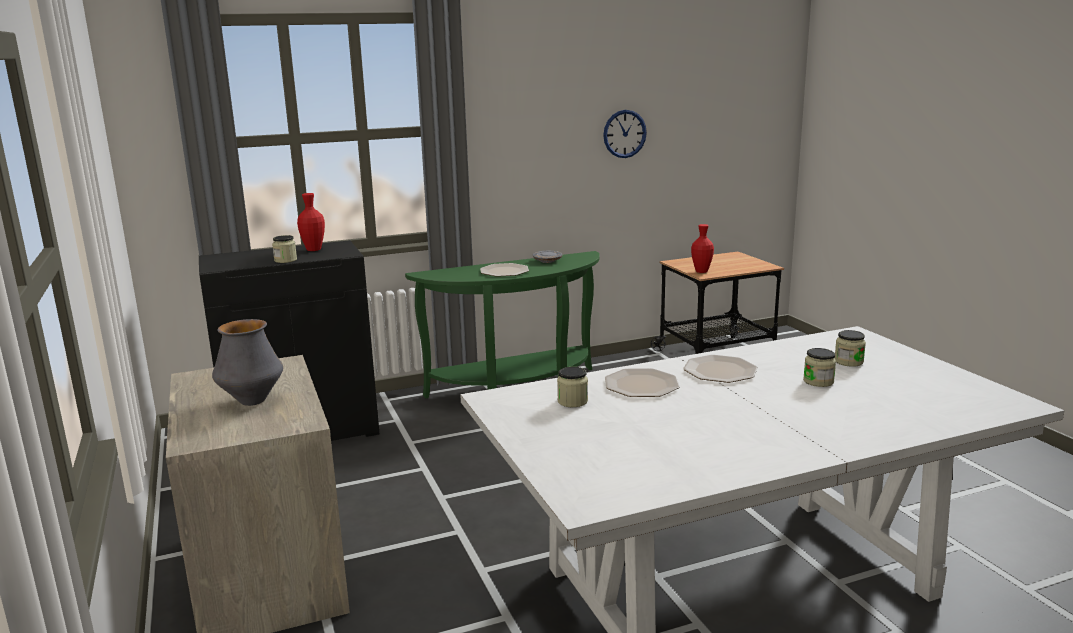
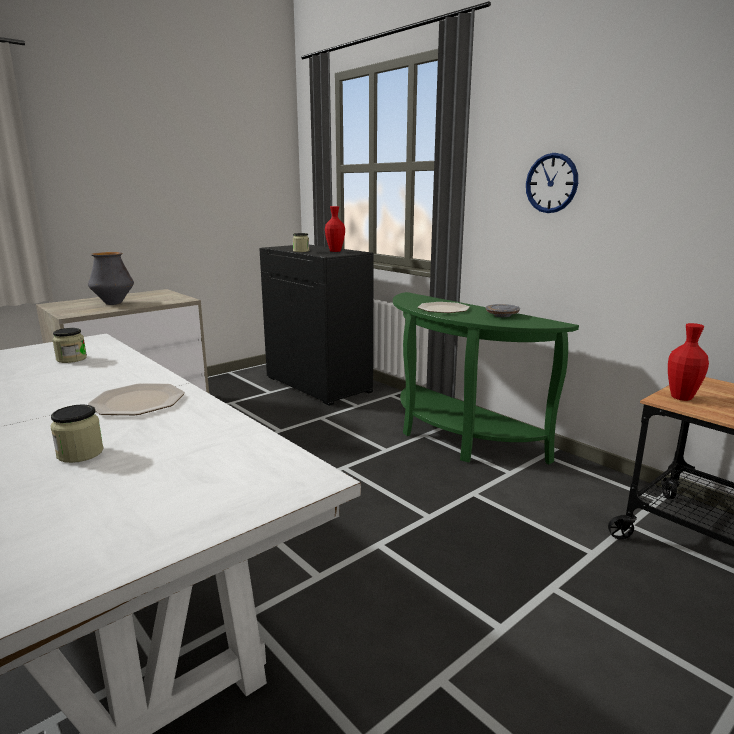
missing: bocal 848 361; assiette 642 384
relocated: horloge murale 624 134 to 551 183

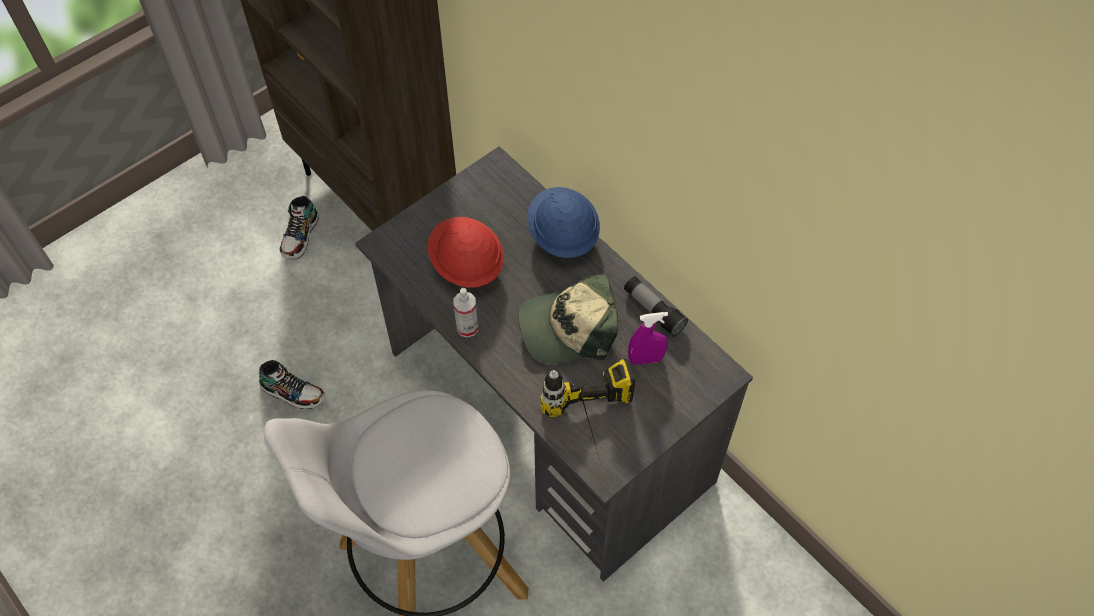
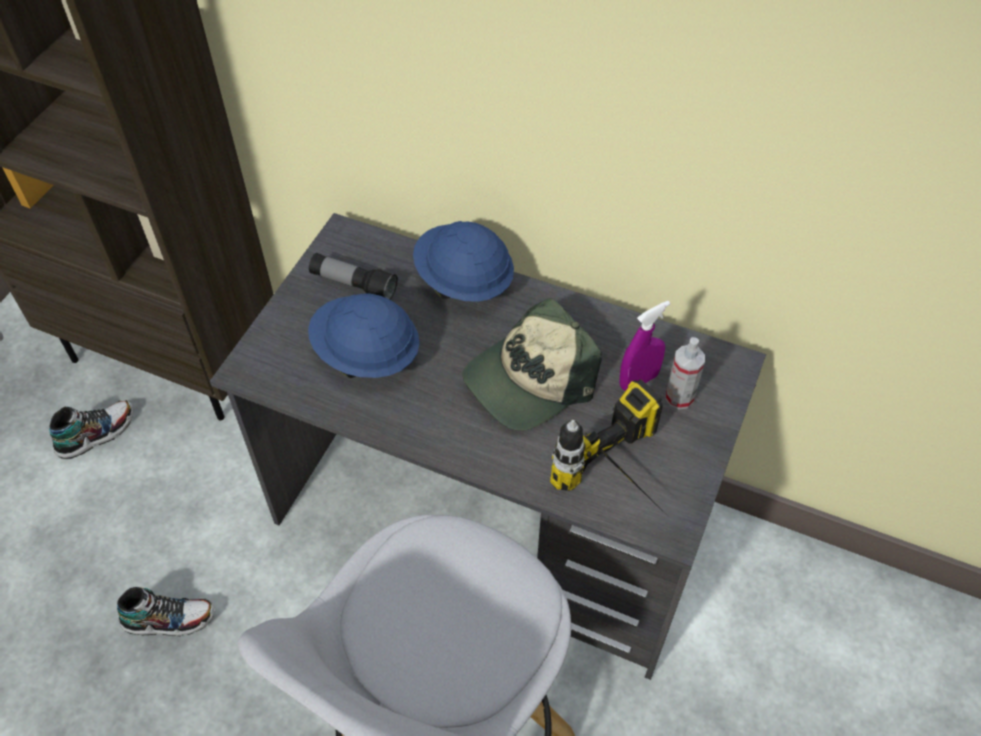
relocated: lampe de poche 653 311 to 353 284; vaporisateur 467 328 to 679 397
colour: casque de chantier [rouge] 466 264 to casque de chantier [bleu] 366 355
spun: chaussure 300 236 = 96 433 120 degrees counterclockwise

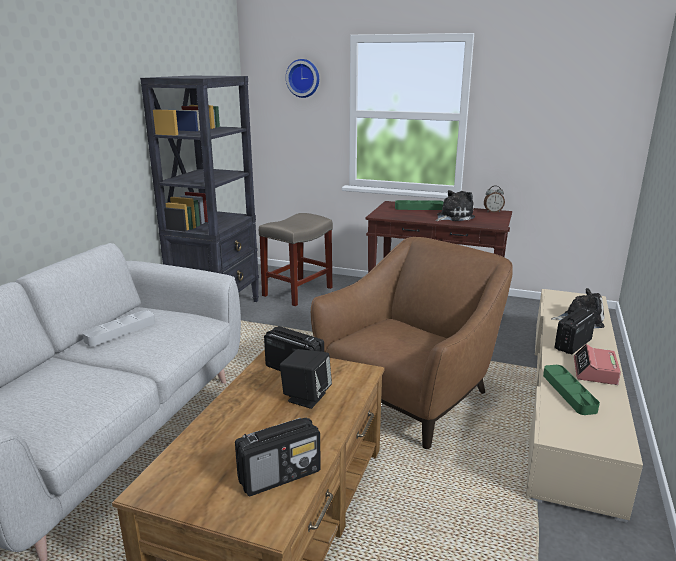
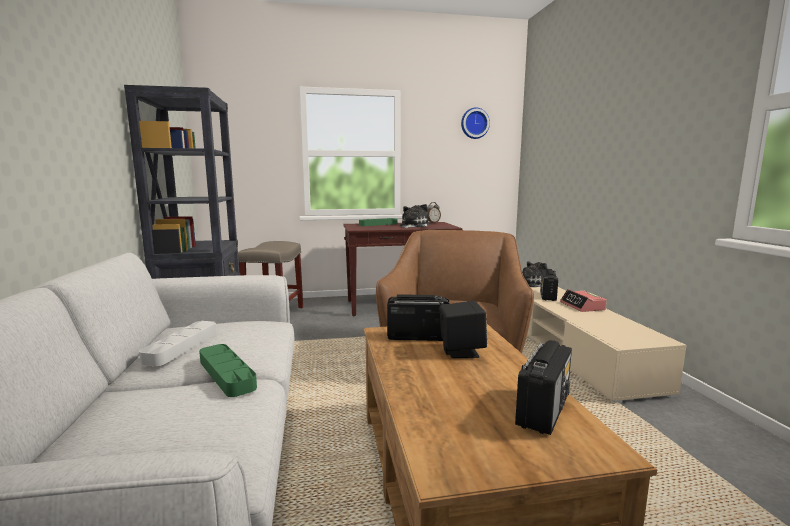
relocated: horloge murale 303 78 to 474 123; plateau [vert] 569 392 to 226 374

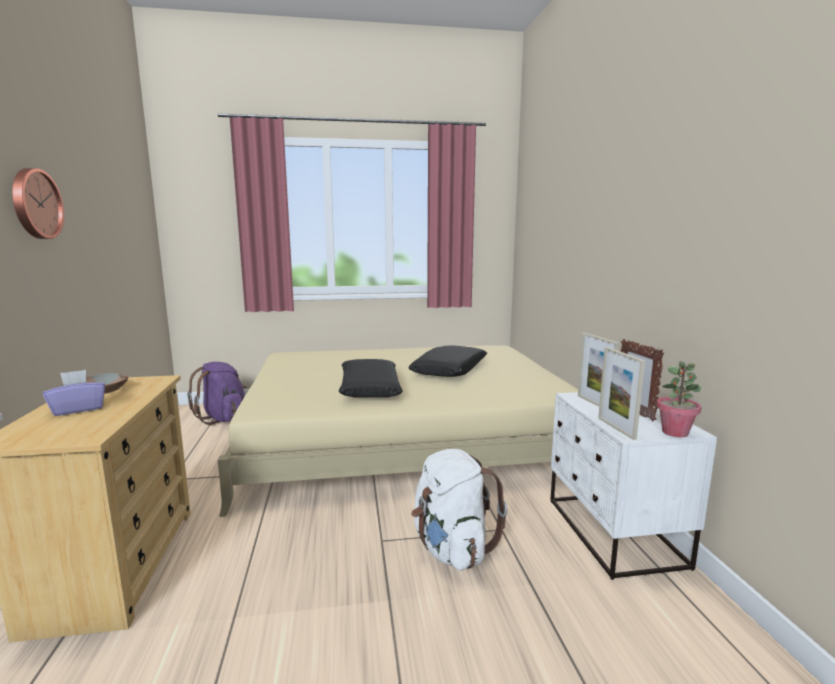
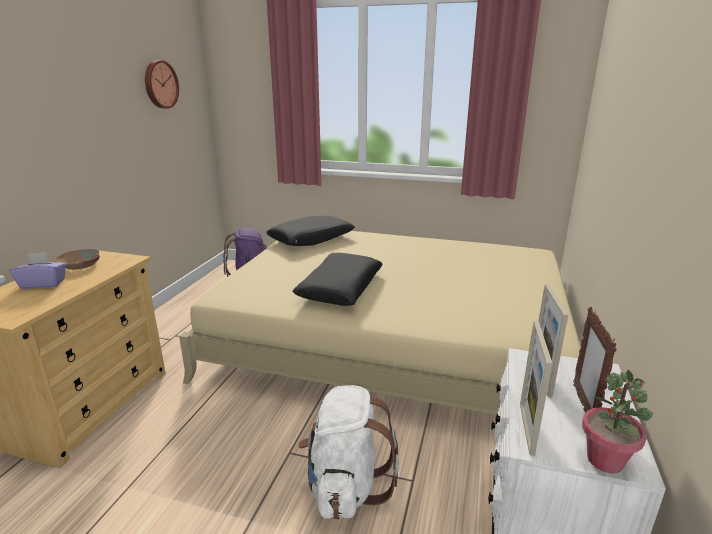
relocated: horloge murale 35 204 to 160 84; coussin [noir] 449 370 to 311 239

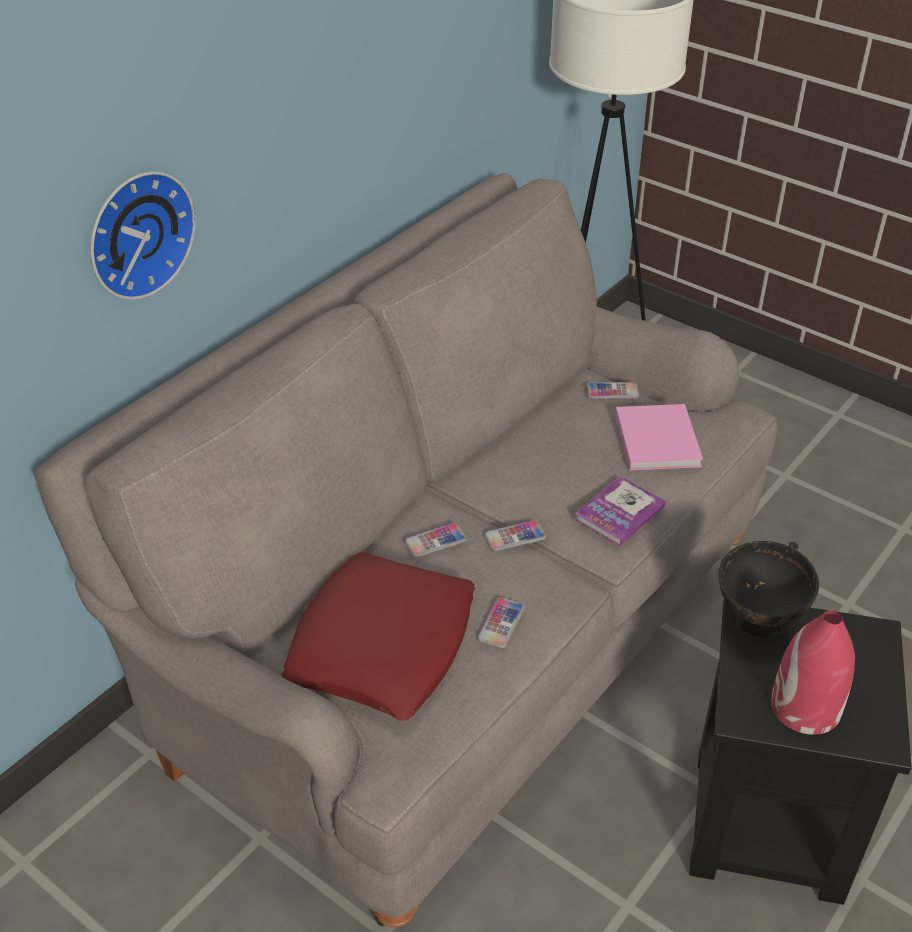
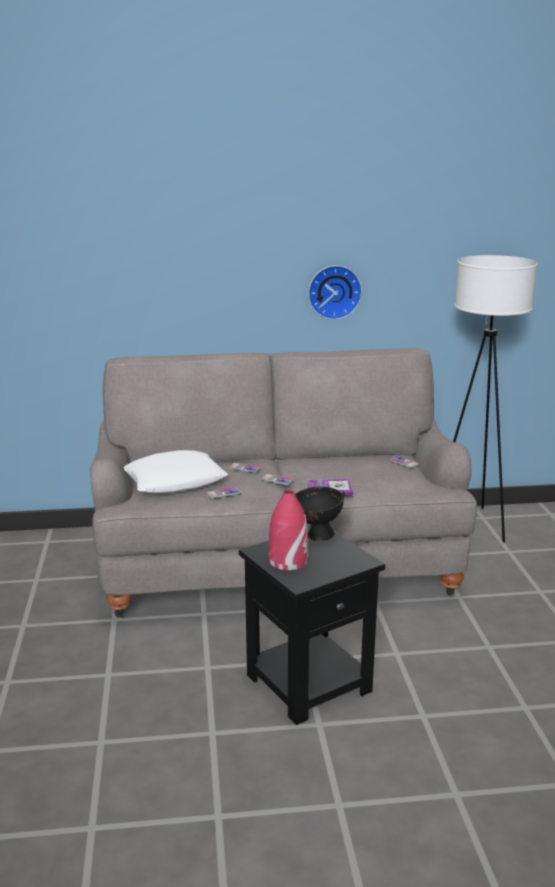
missing: livre [rose] 656 438
relocated: horloge murale 137 232 to 334 291
colour: coussin [rouge] 382 645 to coussin [blanc] 174 481

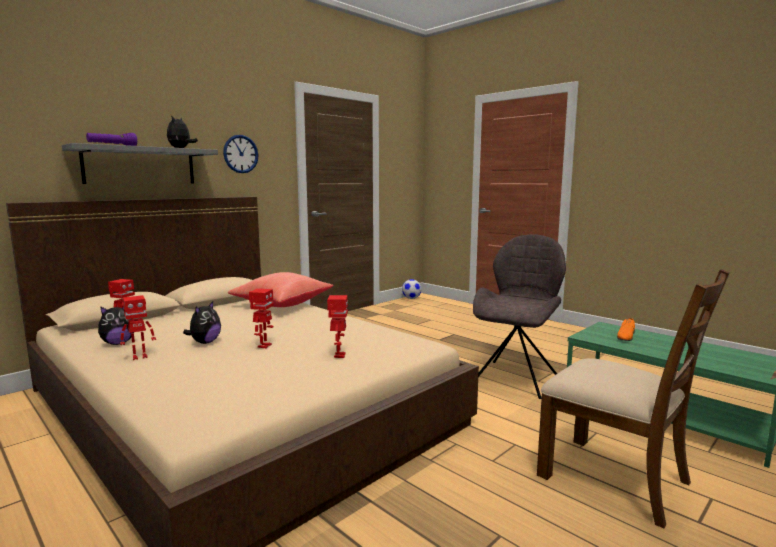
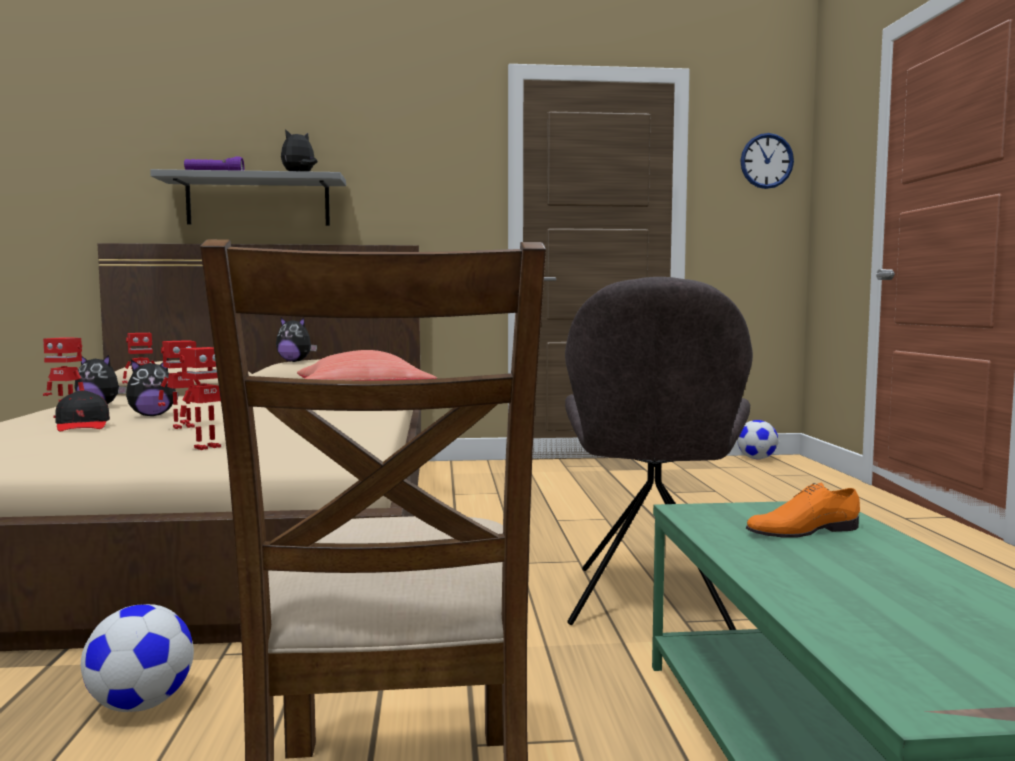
appeared: peluche 295 361; casquette [noir] 83 425; ballon de foot 141 705
relocated: horloge murale 240 154 to 766 161
spun: chaise [gris] 516 378 = 651 604 120 degrees clockwise

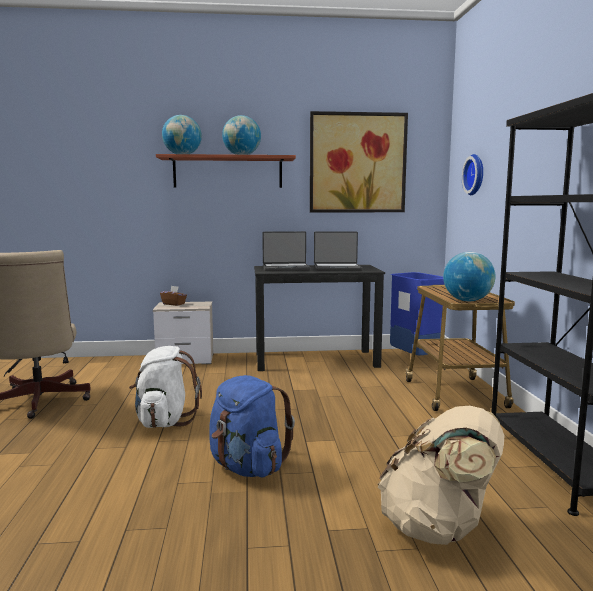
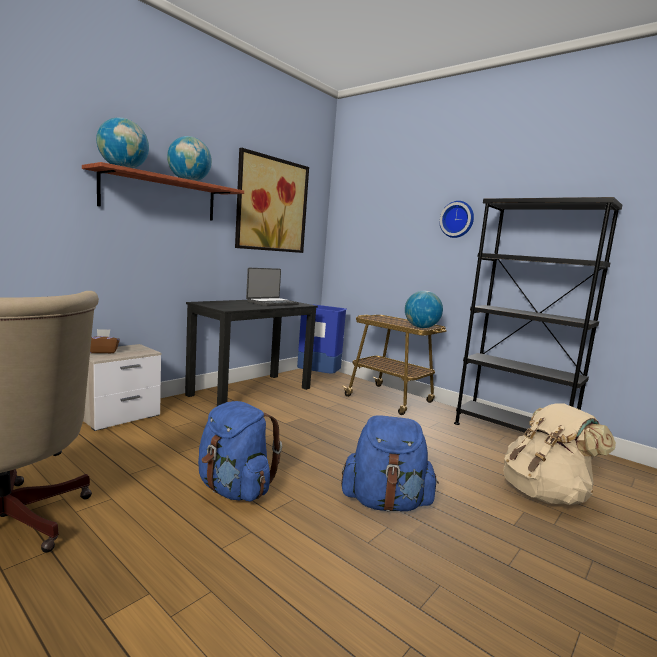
missing: ordinateur portable 286 268
relocated: horloge murale 476 174 to 457 219
colour: sac à dos [blanc] 164 421 to sac à dos [bleu] 234 489

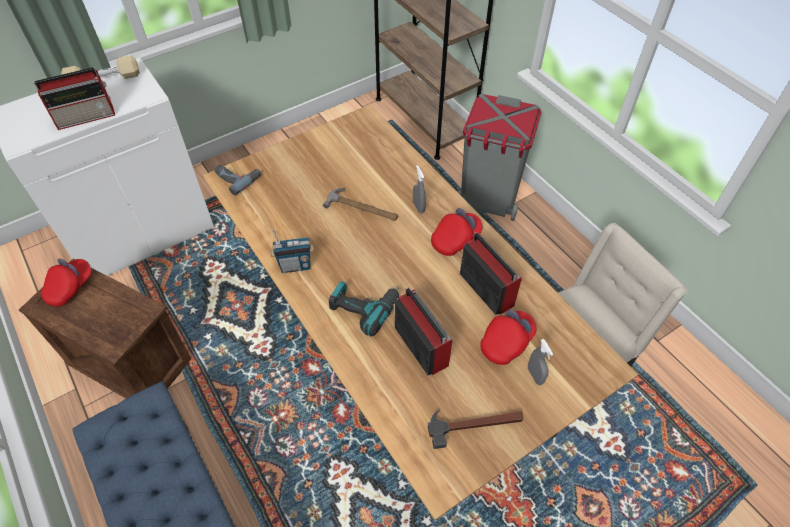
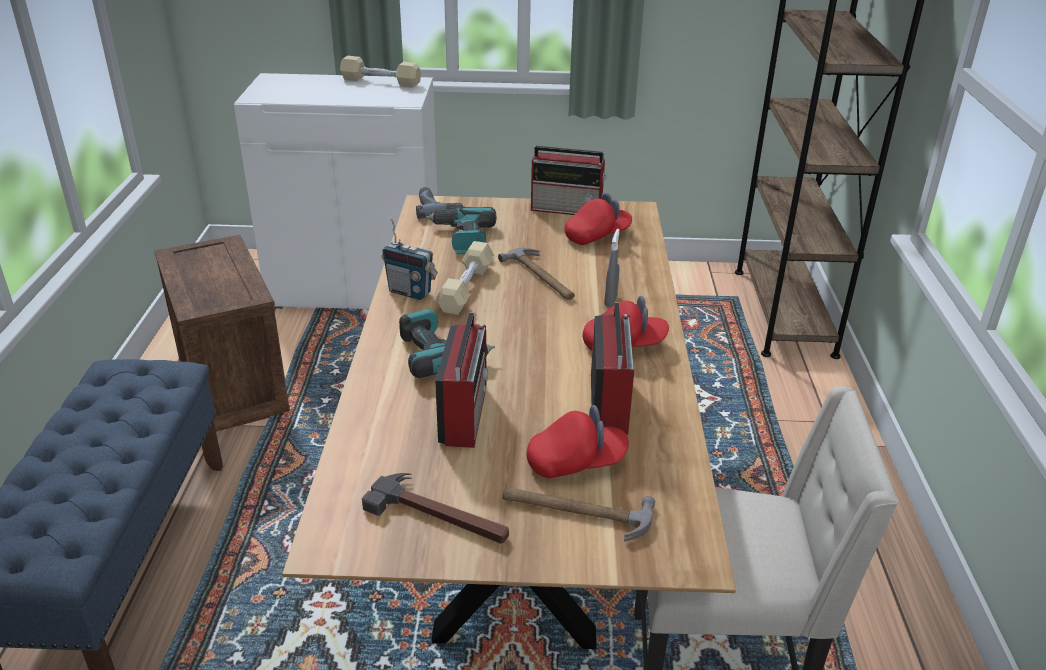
missing: poubelle [gris] 488 200
appeared: perceuse 462 238; haltère [beige] 466 289
relocated: radio 87 116 to 568 209; casquette [rouge] 70 287 to 597 235
exchanged: vaporisateur [gris] 535 375 to marteau 576 512

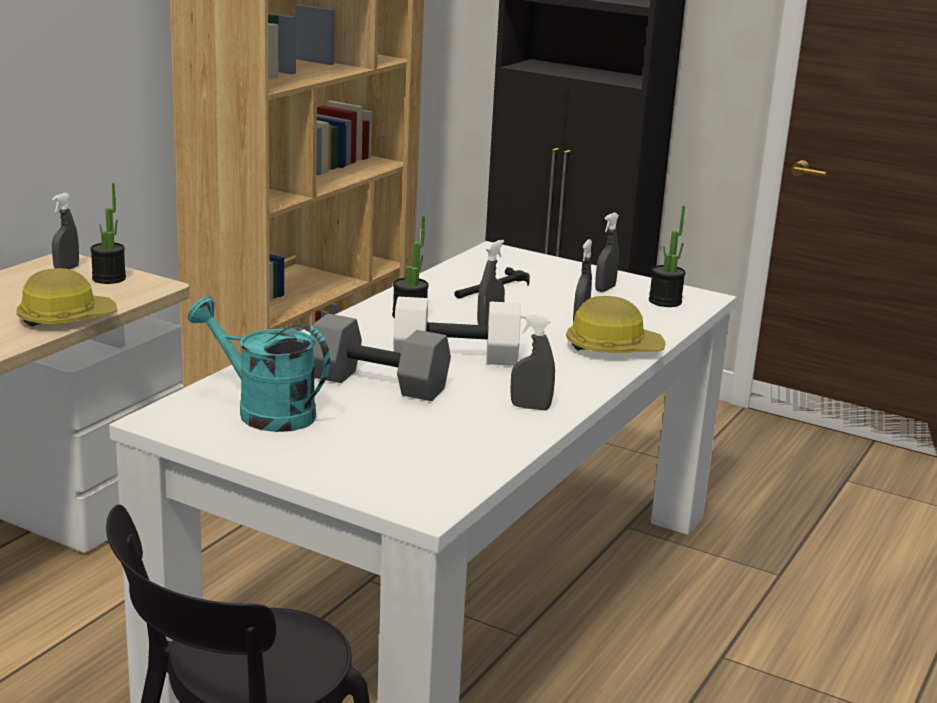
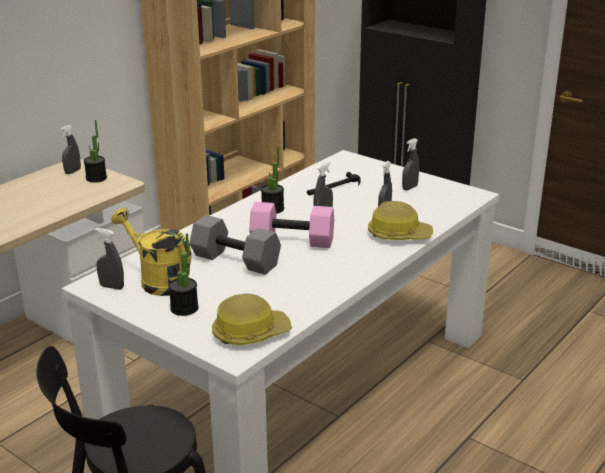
relocated: plante en pot 665 301 to 184 308; casque de chantier 66 318 to 250 333; vaporisateur [gris] 530 407 to 112 287
colour: arrosoir [turquoise] 264 411 to arrosoir [jaune] 158 280; haltère [blanc] 454 357 to haltère [rose] 291 241

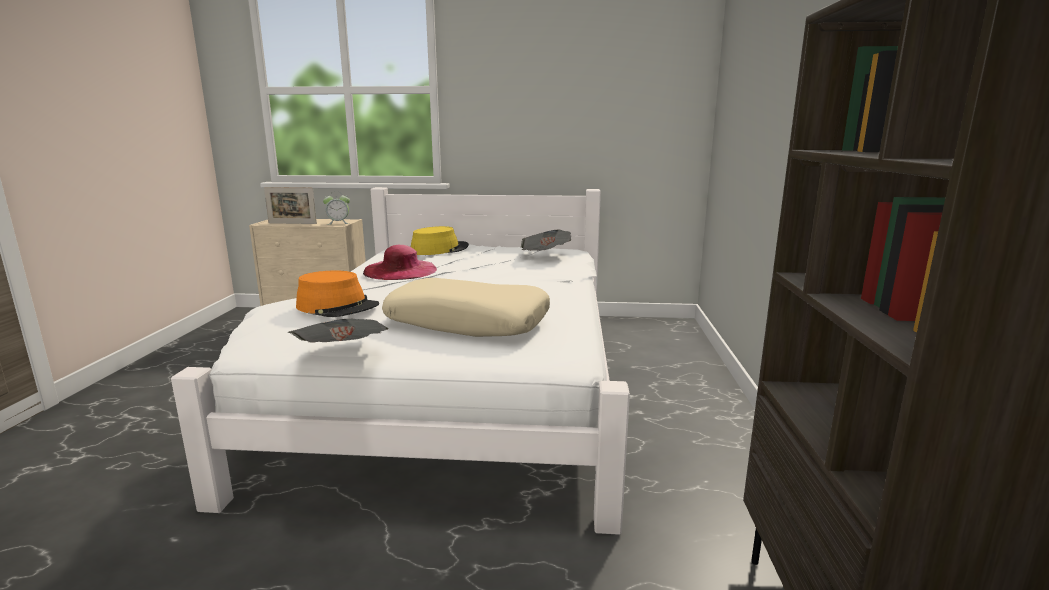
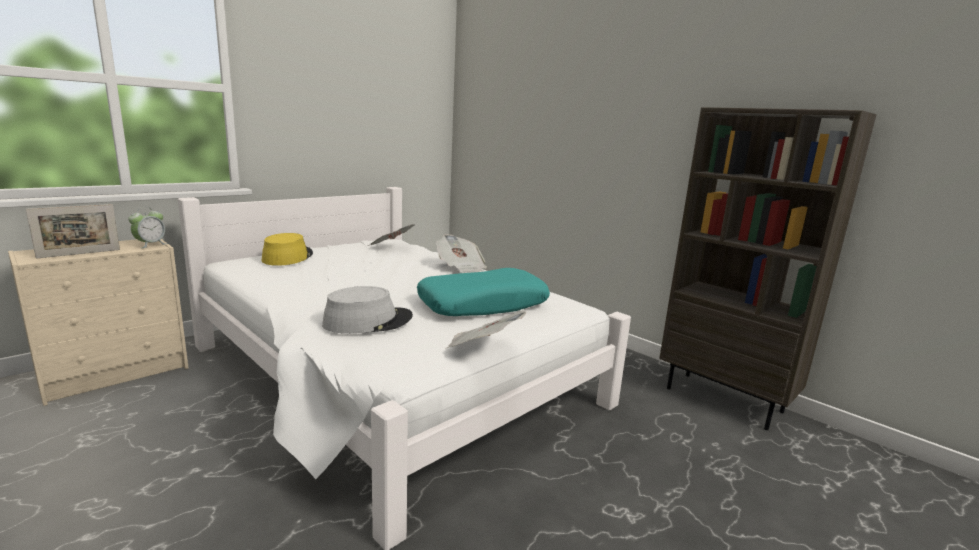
missing: chapeau [rose] 400 270
appeared: journal 461 269
colour: chapeau [orange] 338 306 to chapeau [gris] 368 321; coussin [beige] 468 322 to coussin [turquoise] 483 304

